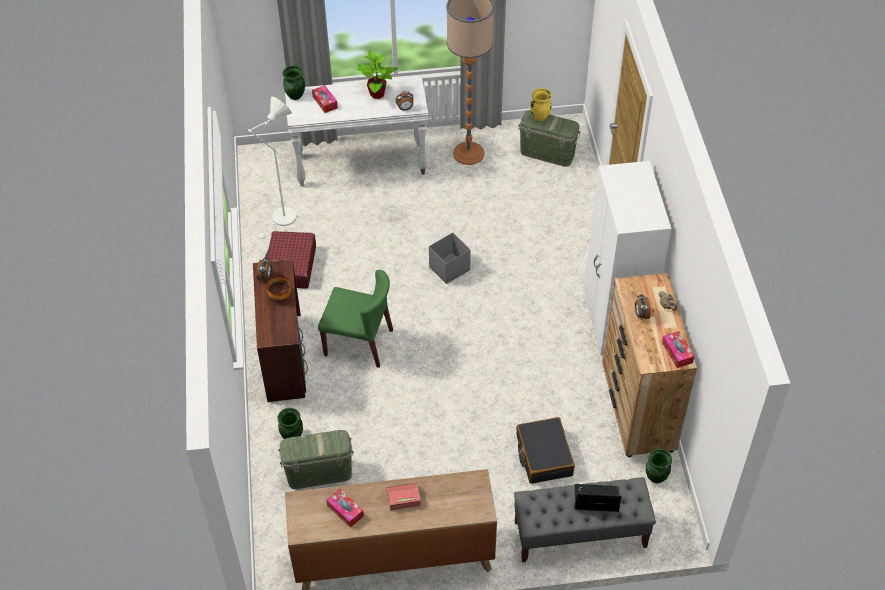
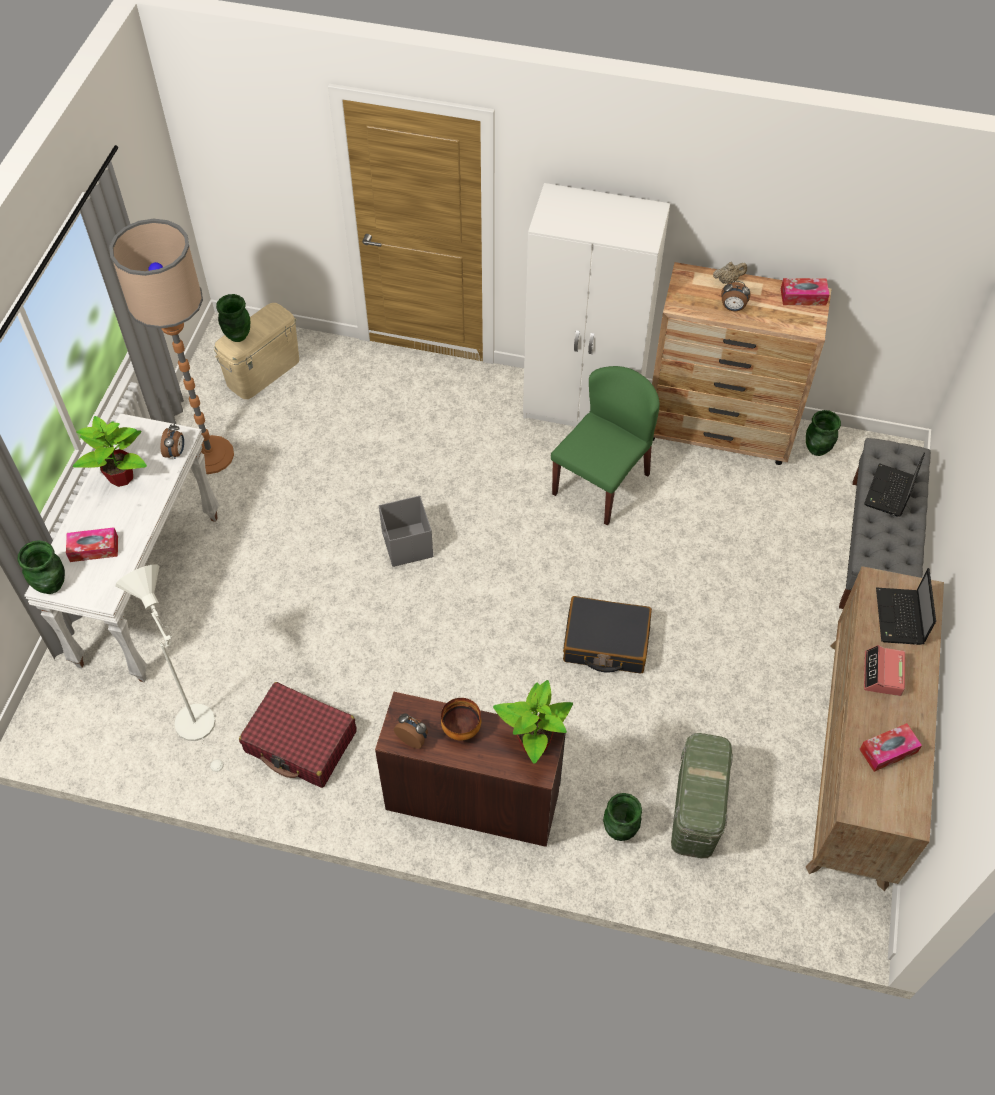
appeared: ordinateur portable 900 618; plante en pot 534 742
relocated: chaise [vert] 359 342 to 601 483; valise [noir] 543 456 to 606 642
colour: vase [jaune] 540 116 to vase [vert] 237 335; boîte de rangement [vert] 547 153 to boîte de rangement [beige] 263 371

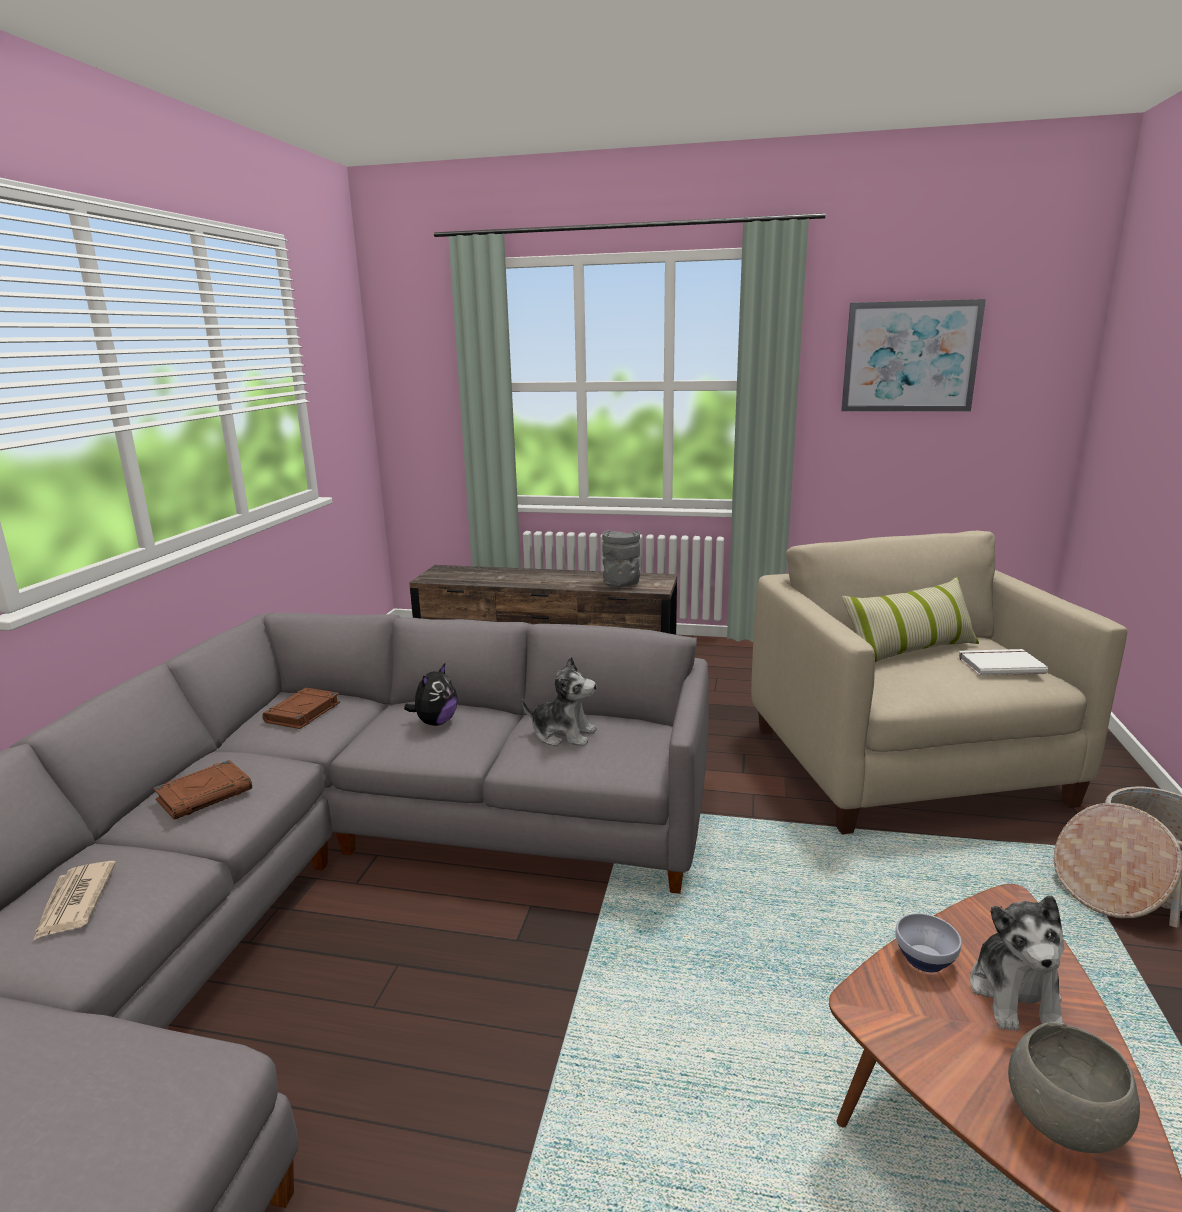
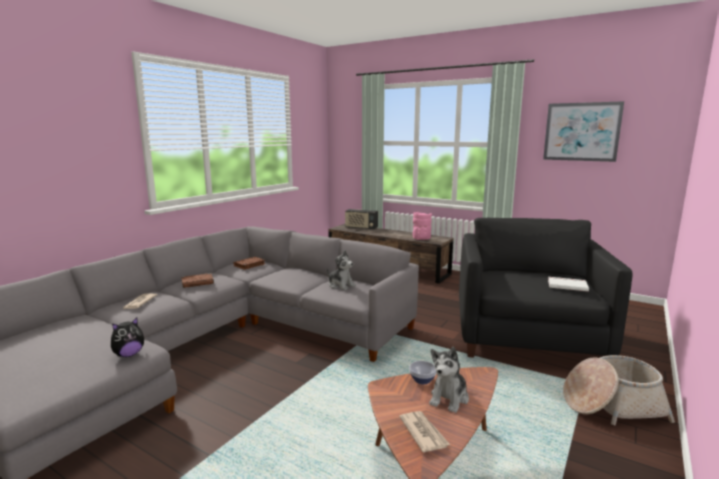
missing: coussin 910 651
appeared: radio 361 228
relocated: peluche 435 722 to 129 354
exchanged: bol [gris] 1062 1121 to journal 423 432
colour: vase [gris] 621 584 to vase [rose] 421 239; fauteuil [beige] 905 765 to fauteuil [noir] 527 338

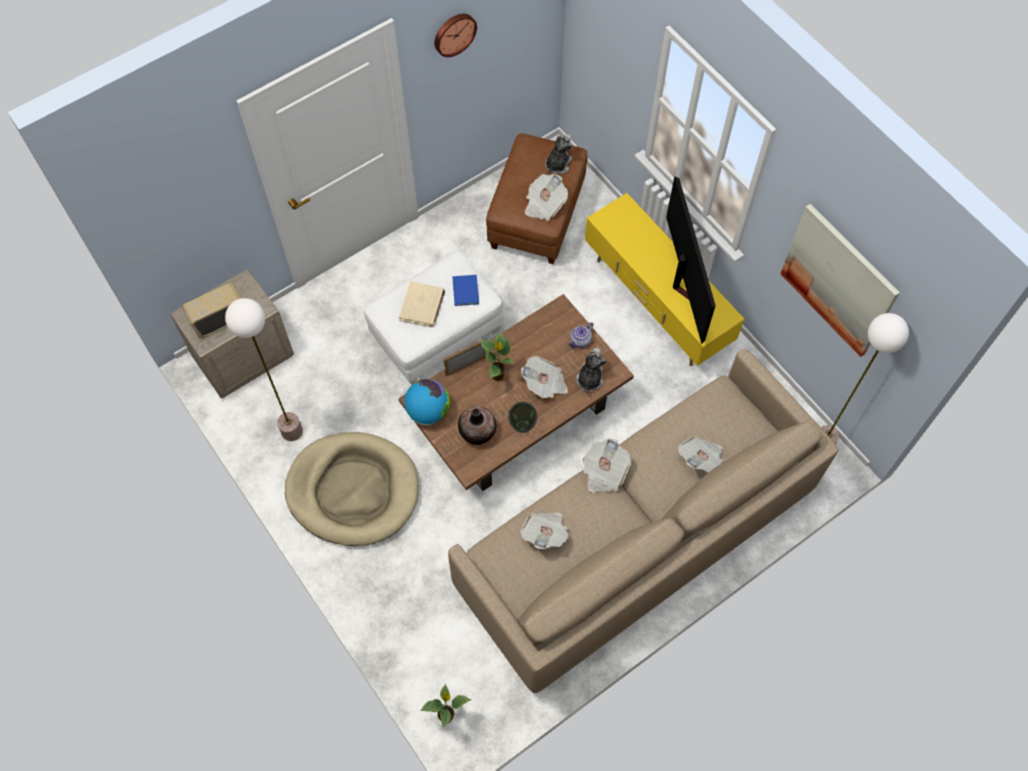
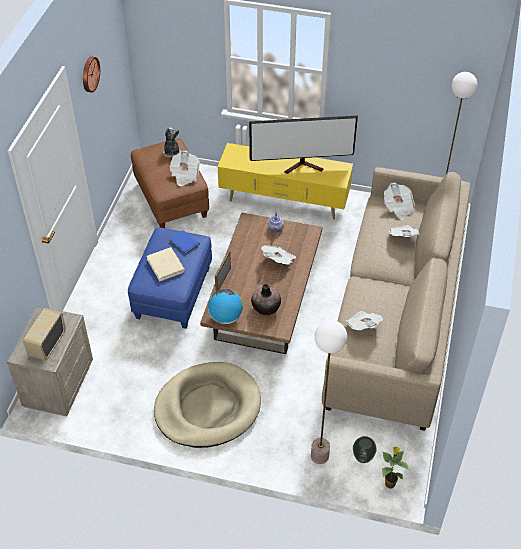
missing: tableau 839 280; plante en pot 498 376; peluche 589 378
relocated: lampadaire 291 431 to 319 456; vase 522 426 to 362 458; journal 604 472 to 398 207
colour: pouf [blanc] 436 334 to pouf [bleu] 173 293
spun: téléviseur 683 284 = 304 166 135 degrees clockwise

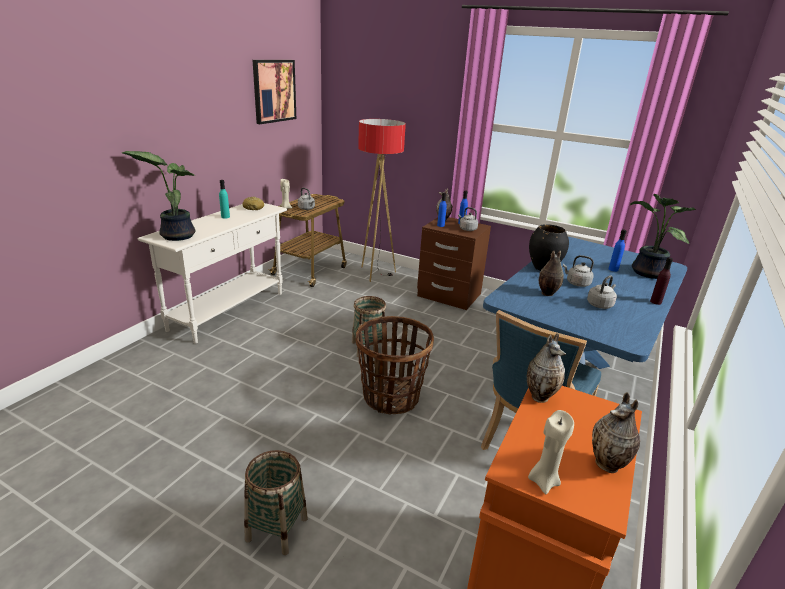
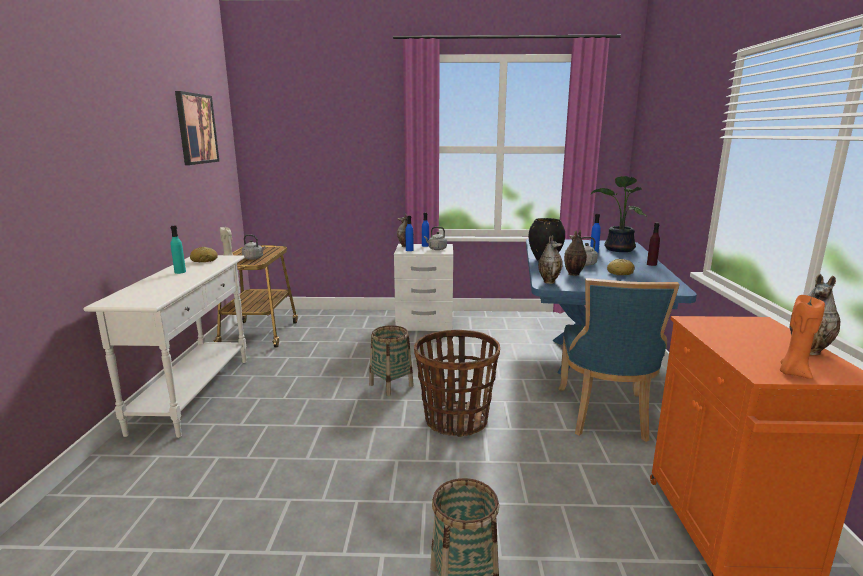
missing: lampadaire 376 273; plante en pot 176 235
relocated: vase 540 396 to 549 281
exchanged: bouilloire [gris] 600 304 to pain 620 273
colour: table de chevet [marron] 448 295 to table de chevet [blanc] 424 323; bougie [beige] 543 481 to bougie [orange] 793 373

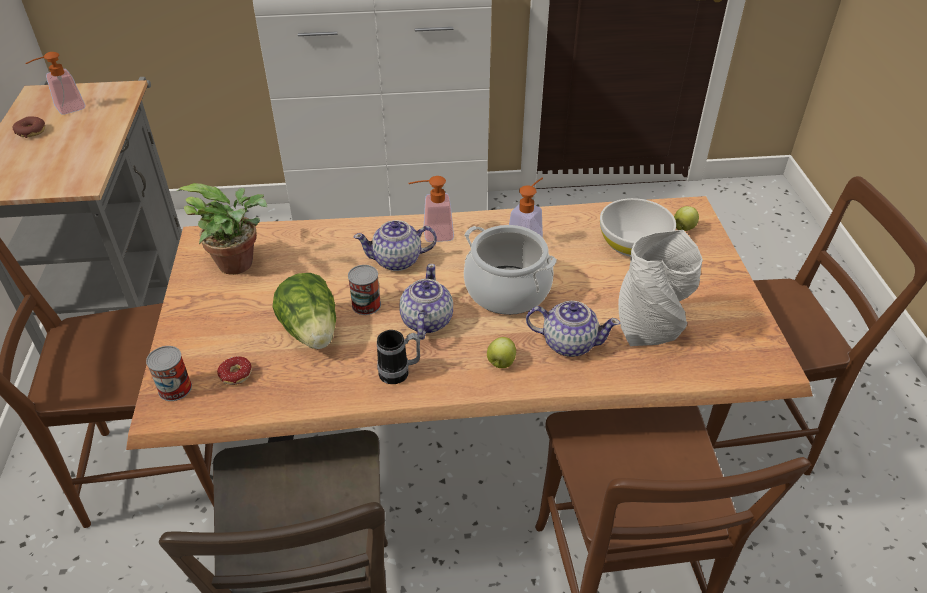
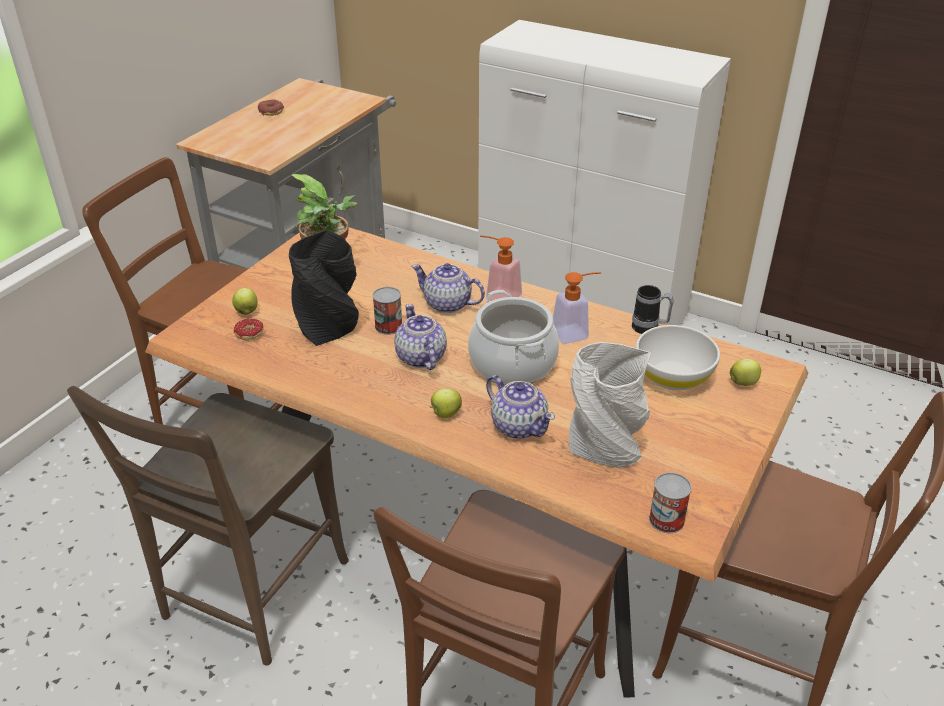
missing: distributeur de savon 65 109
appeared: pomme 246 311
relocated: mug 400 373 to 650 329; boîte métallique 175 388 to 666 520
exchanged: laitue 312 332 to vase [noir] 329 328
spun: théière 426 321 = 420 358 60 degrees counterclockwise

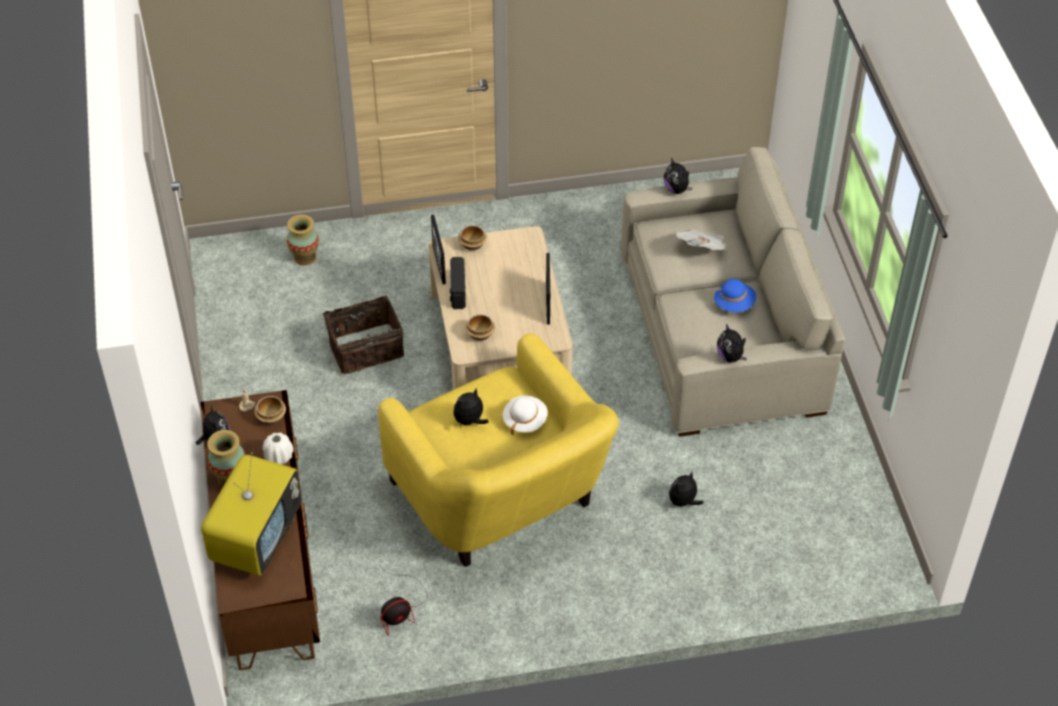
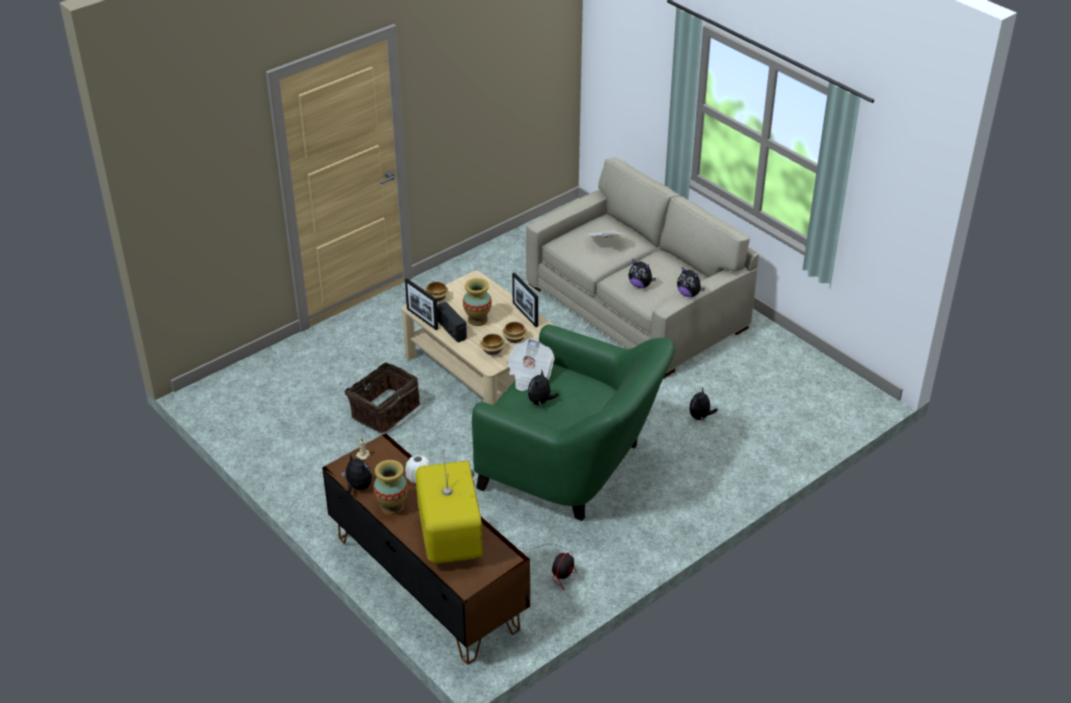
missing: chapeau [bleu] 734 304; chapeau [blanc] 525 420
appeared: journal 529 375
relocated: peluche 677 189 to 640 285; vase 305 257 to 477 319; bol 272 417 to 515 338
colour: fauteuil [jaune] 502 502 to fauteuil [vert] 573 468

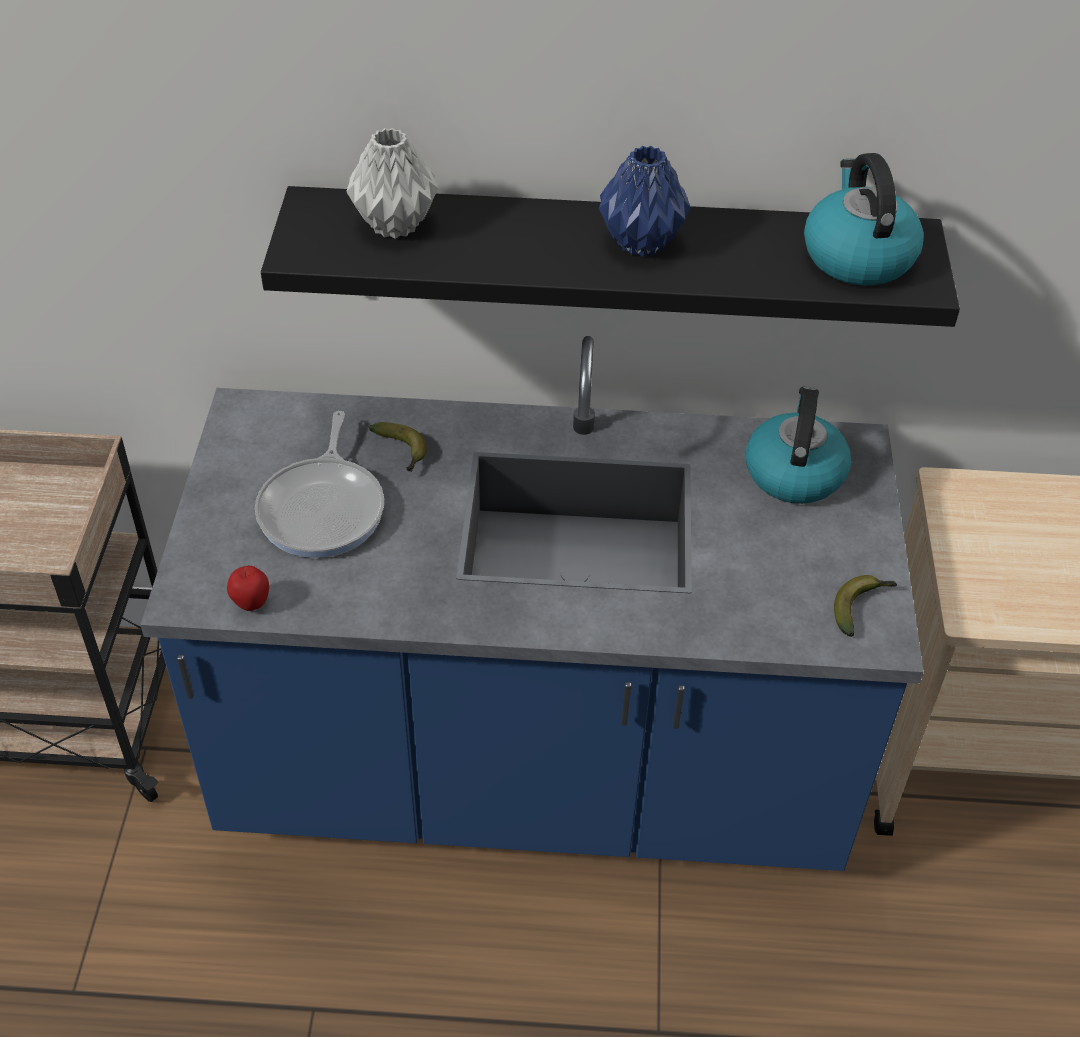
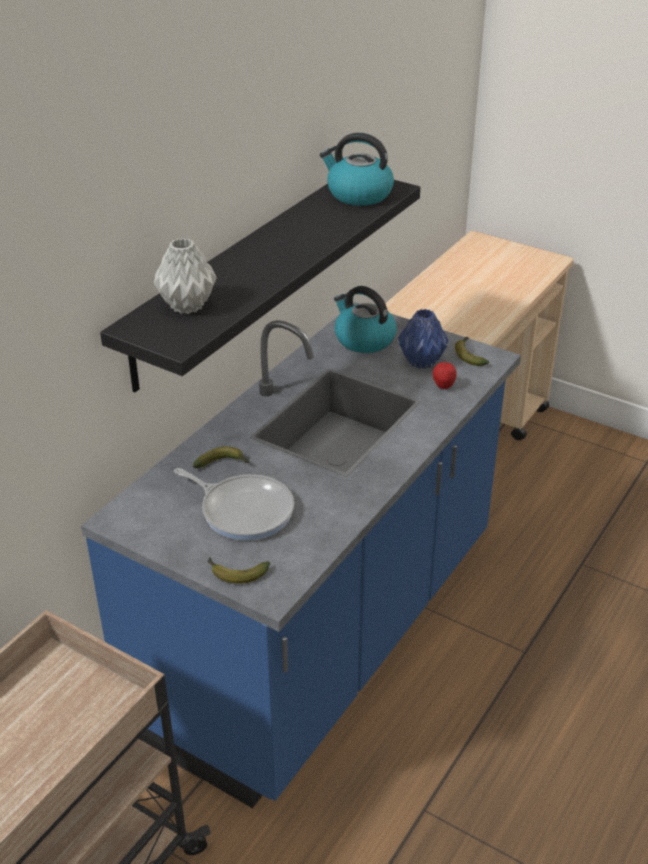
appeared: banane 235 574
relocated: vase [bleu] 641 242 to 421 361; pomme 251 604 to 443 387

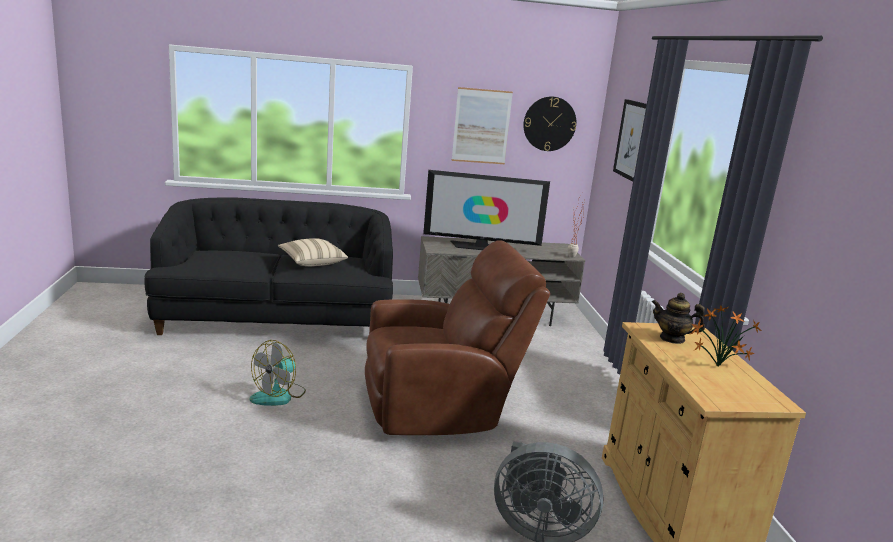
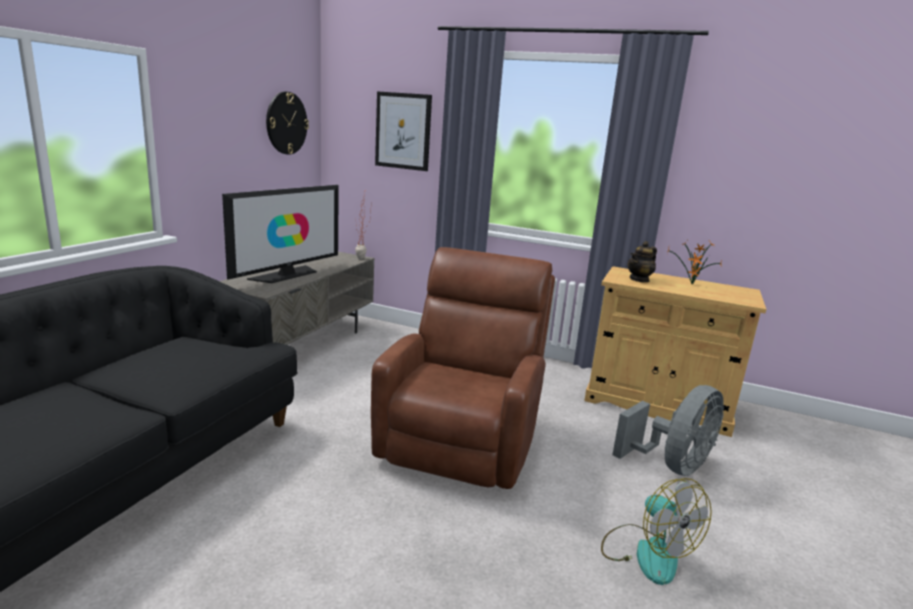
missing: tableau 481 126; coussin [beige] 312 262
relocated: ventilateur 279 395 to 646 552

